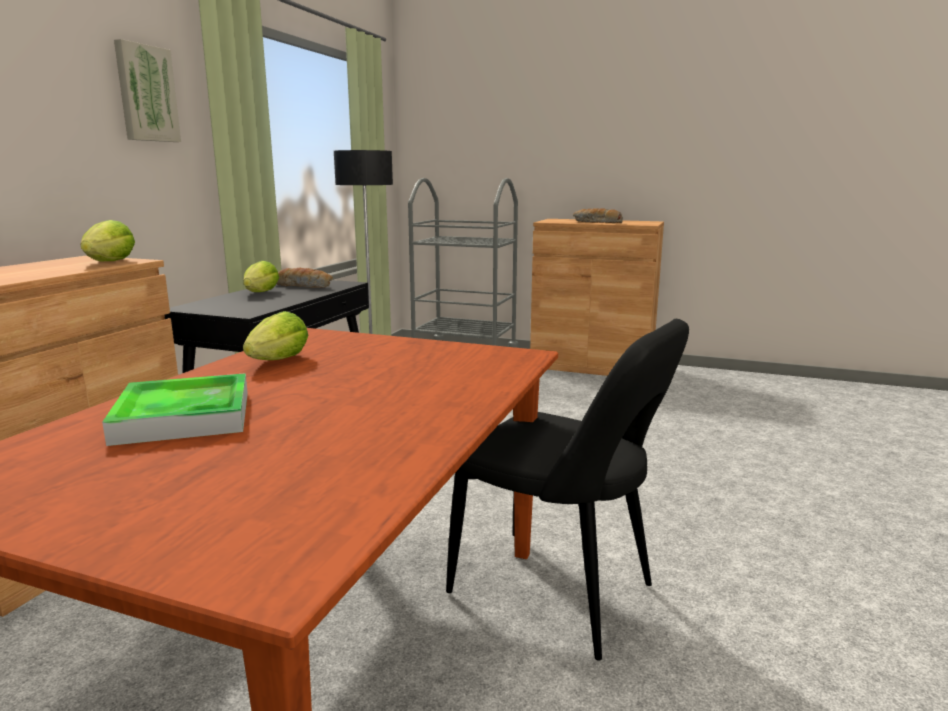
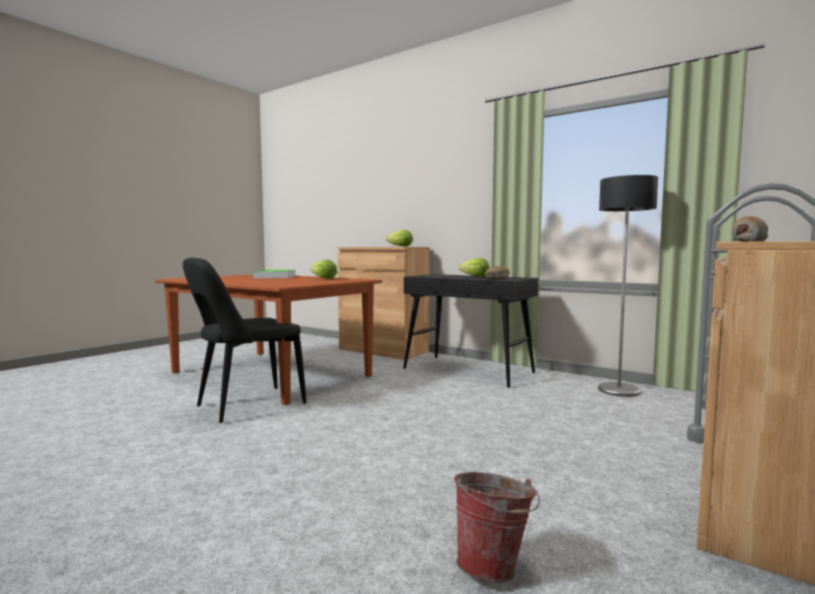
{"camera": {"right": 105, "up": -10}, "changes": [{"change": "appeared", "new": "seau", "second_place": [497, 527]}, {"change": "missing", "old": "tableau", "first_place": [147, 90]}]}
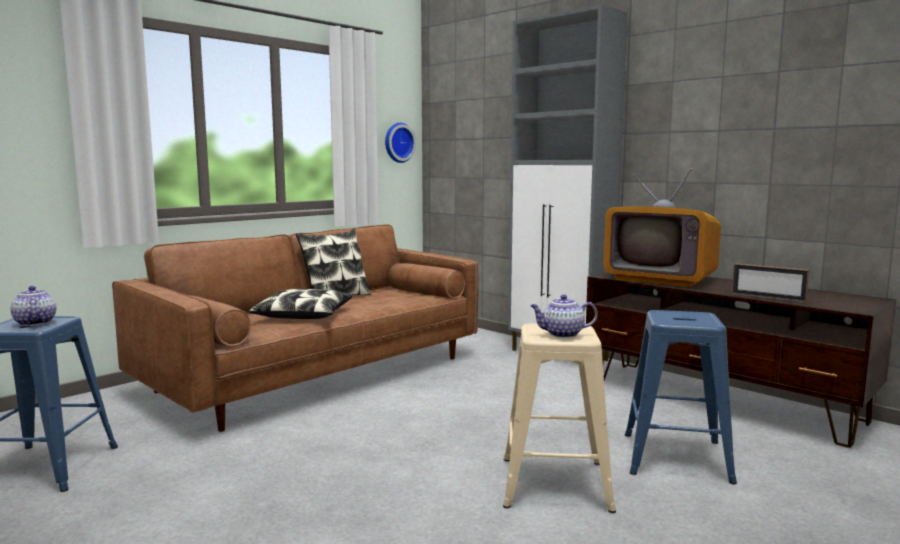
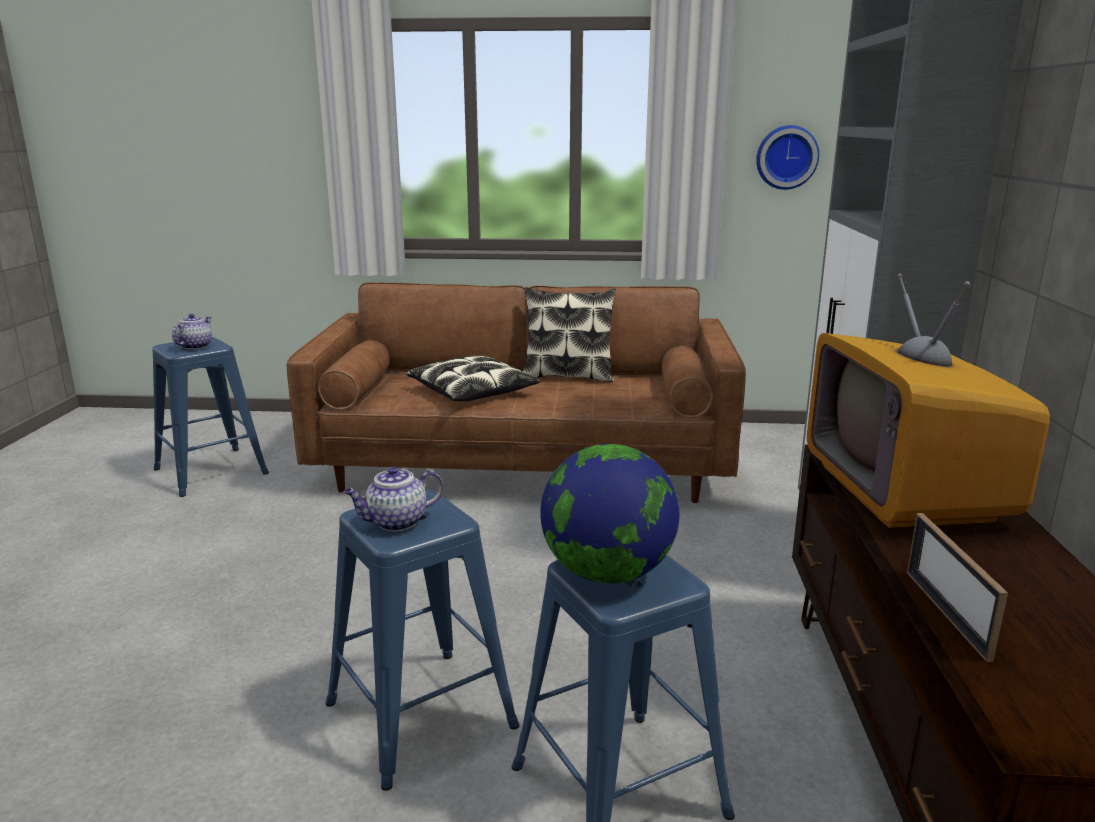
{"camera": {"right": 50, "up": 10}, "changes": [{"change": "colour", "old": "tabouret/beige", "new": "tabouret/bleu", "first_place": [559, 418], "second_place": [422, 640]}, {"change": "spun", "old": "théière", "first_place": [564, 316], "second_place": [393, 499], "degrees": -75}, {"change": "appeared", "new": "globe", "second_place": [609, 514]}]}
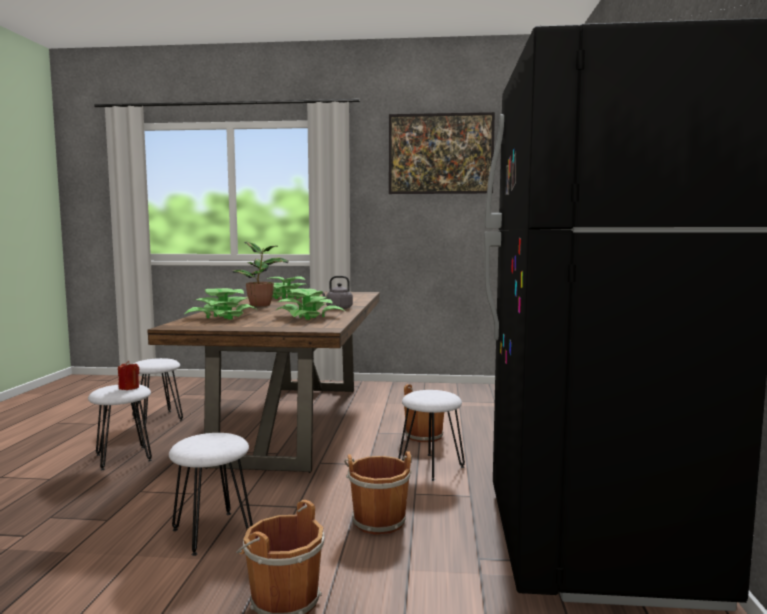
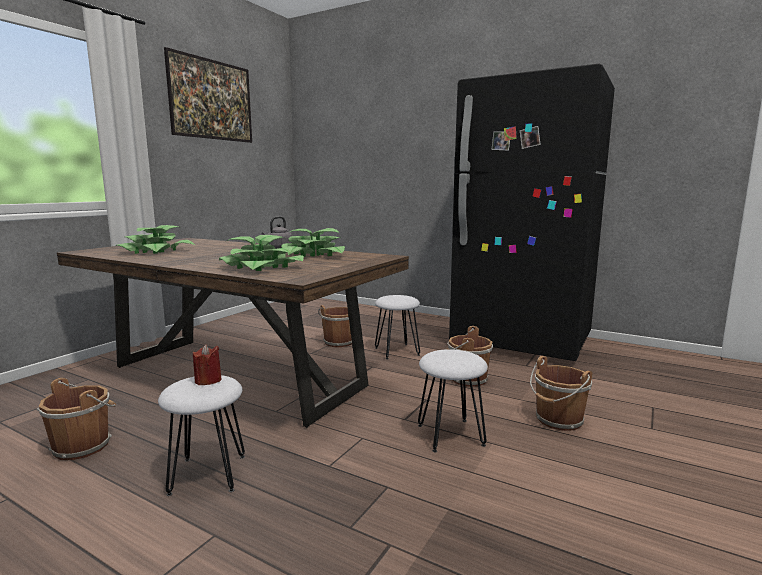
{"camera": {"right": -65, "up": 5}, "changes": [{"change": "exchanged", "old": "tabouret/blanc", "new": "seau/marron", "first_place": [157, 393], "second_place": [76, 419]}, {"change": "missing", "old": "plante en pot", "first_place": [260, 274]}]}
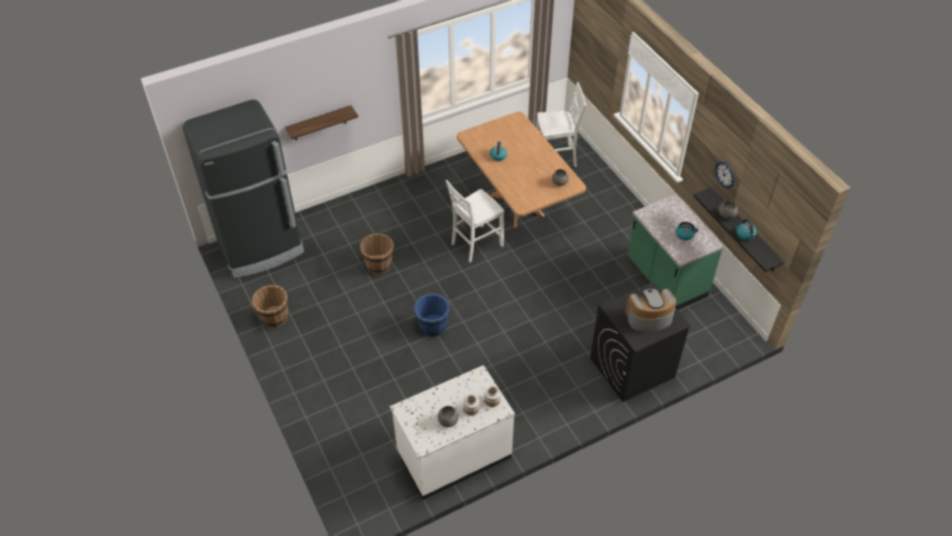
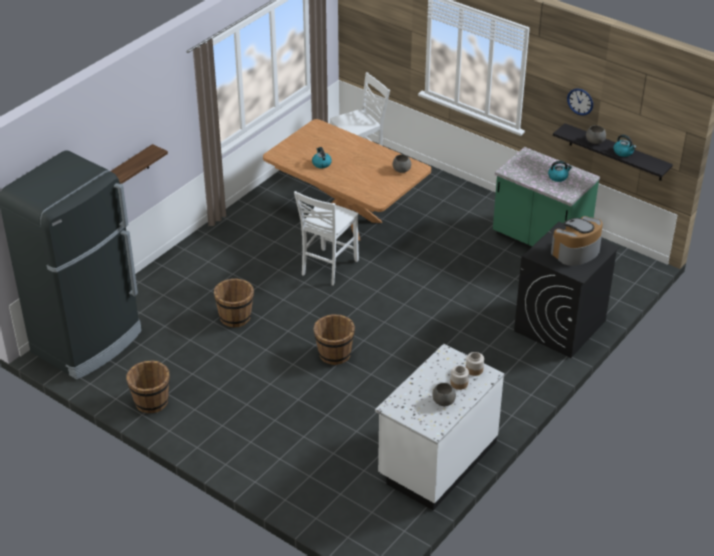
{"camera": {"right": -25, "up": -10}, "changes": [{"change": "colour", "old": "seau/bleu", "new": "seau/marron", "first_place": [432, 315], "second_place": [334, 339]}]}
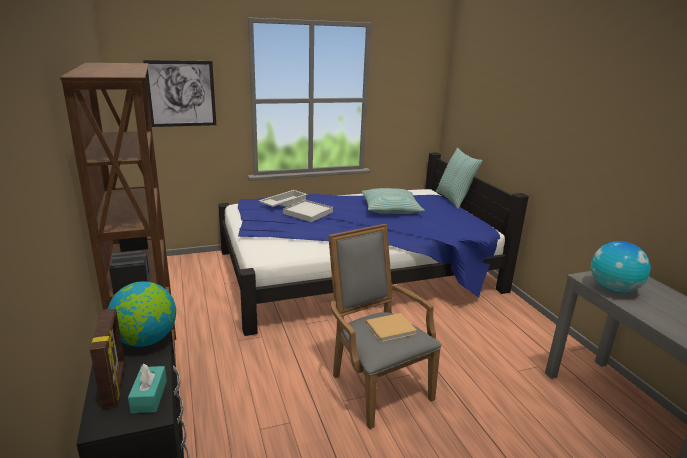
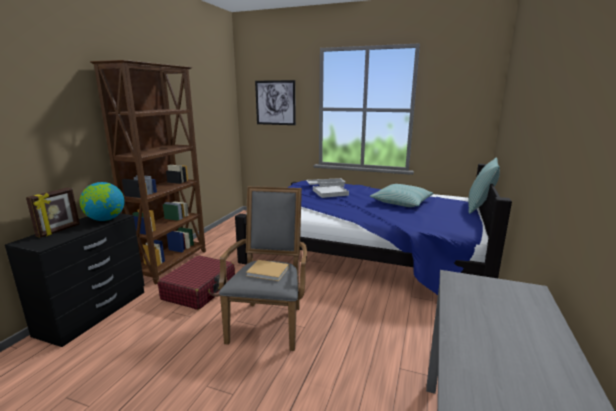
{"camera": {"right": 40, "up": -5}, "changes": [{"change": "appeared", "new": "valise/rouge", "second_place": [196, 282]}, {"change": "missing", "old": "boîte à mouchoirs/turquoise", "first_place": [147, 388]}, {"change": "missing", "old": "globe", "first_place": [620, 267]}]}
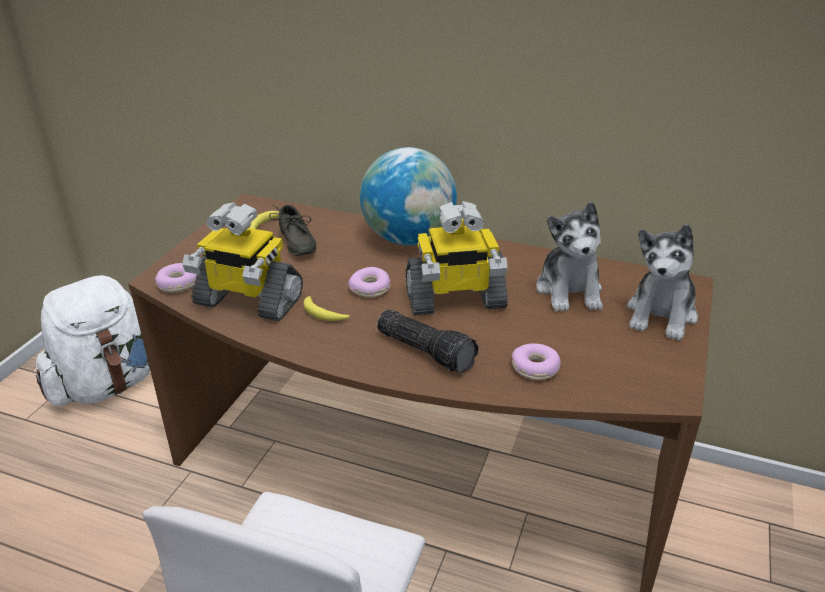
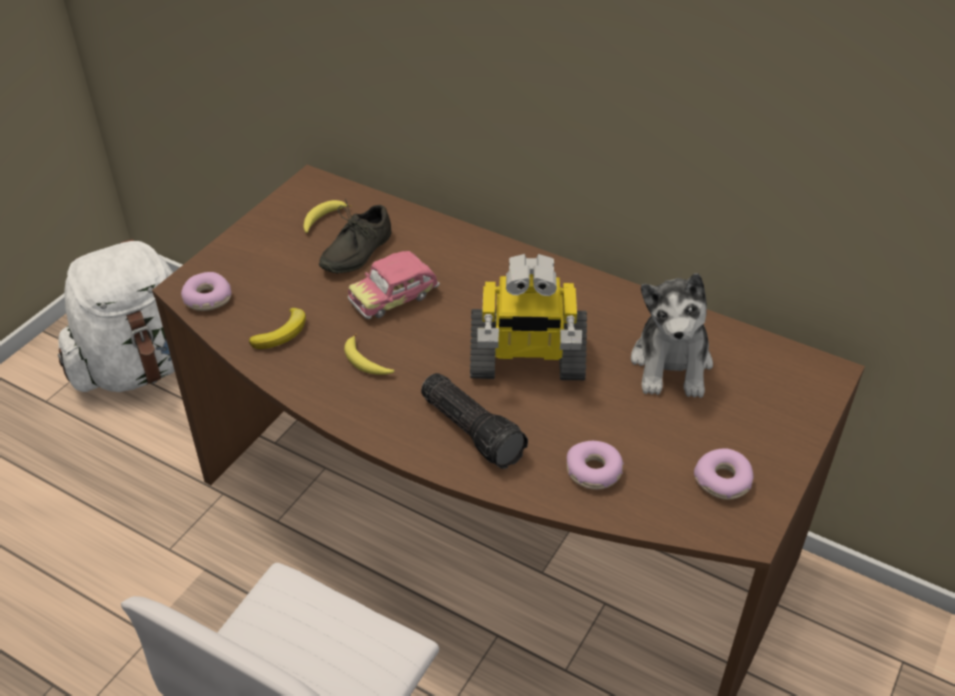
{"camera": {"right": 10, "up": 10}, "changes": [{"change": "exchanged", "old": "robot jouet", "new": "banane", "first_place": [242, 261], "second_place": [277, 328]}, {"change": "spun", "old": "chaussure/gris", "first_place": [292, 230], "second_place": [355, 236], "degrees": 45}, {"change": "appeared", "new": "petite voiture", "second_place": [394, 285]}, {"change": "relocated", "old": "beignet", "first_place": [369, 282], "second_place": [724, 474]}, {"change": "missing", "old": "globe", "first_place": [408, 196]}, {"change": "missing", "old": "peluche", "first_place": [662, 282]}]}
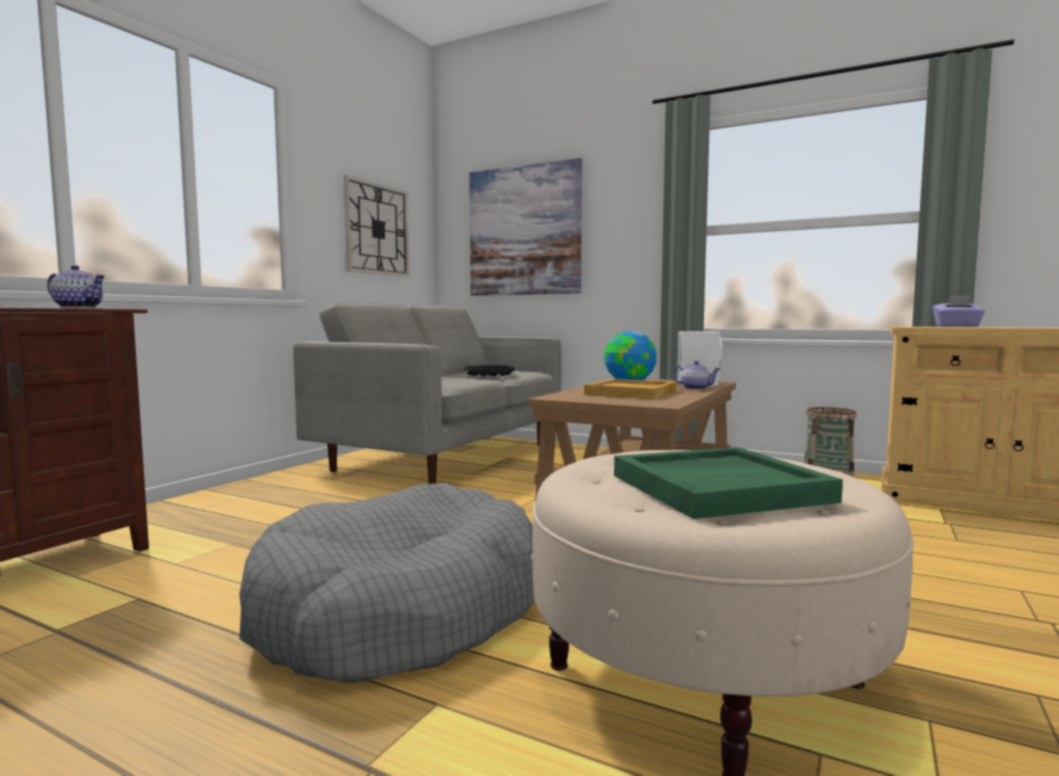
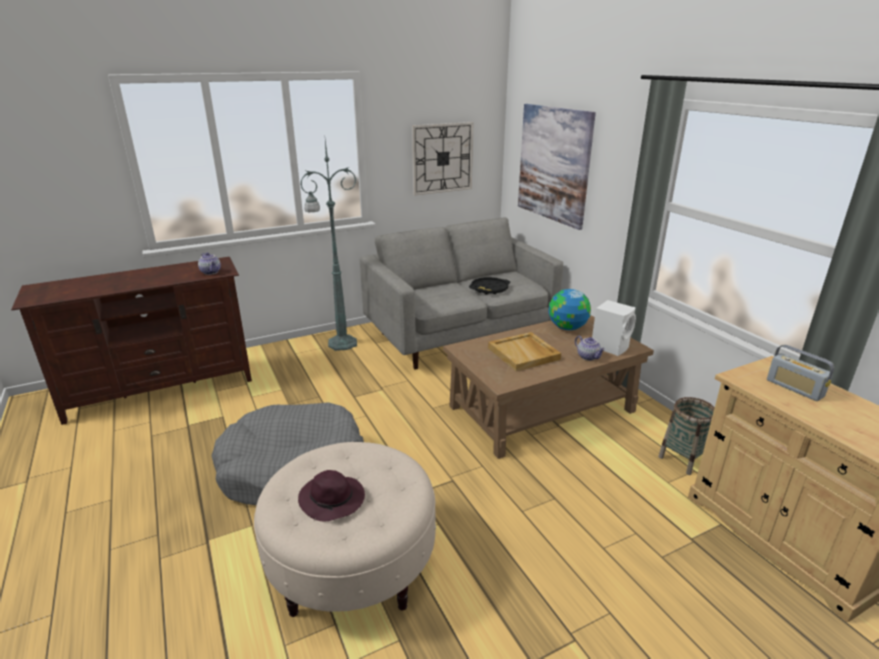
{"camera": {"right": 35, "up": 20}, "changes": [{"change": "exchanged", "old": "plateau/vert", "new": "chapeau/violet", "first_place": [728, 483], "second_place": [331, 495]}, {"change": "appeared", "new": "lampadaire/vert", "second_place": [328, 245]}, {"change": "exchanged", "old": "boîte à mouchoirs/violet", "new": "radio", "first_place": [959, 311], "second_place": [800, 373]}]}
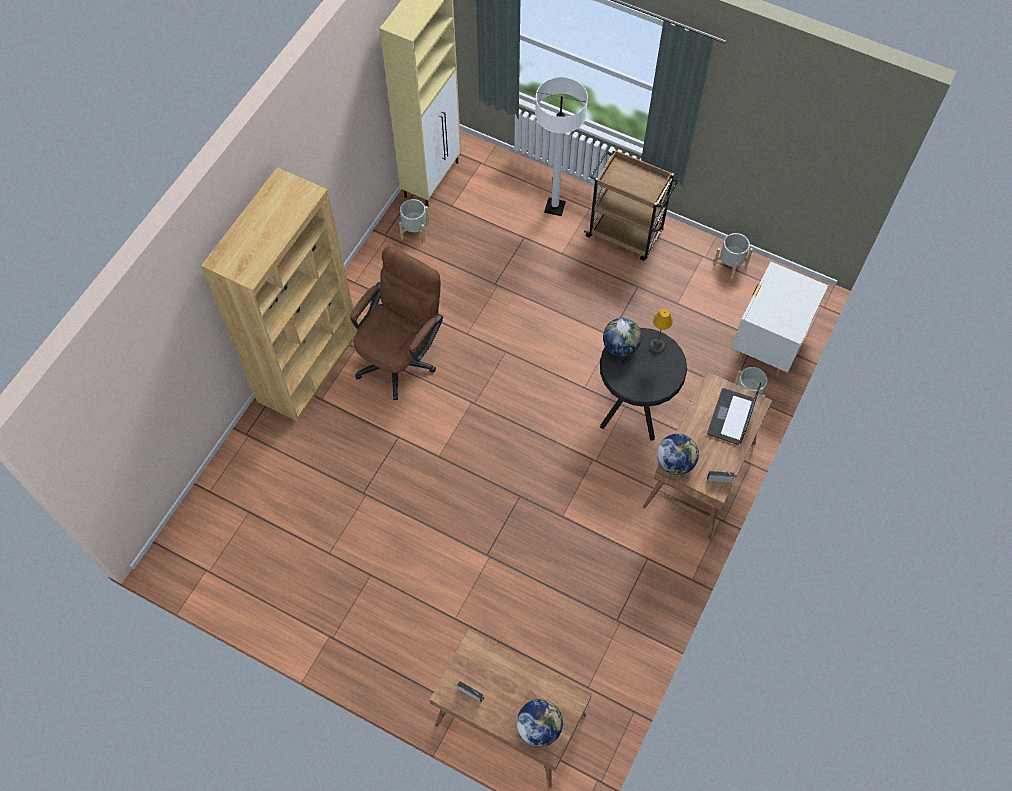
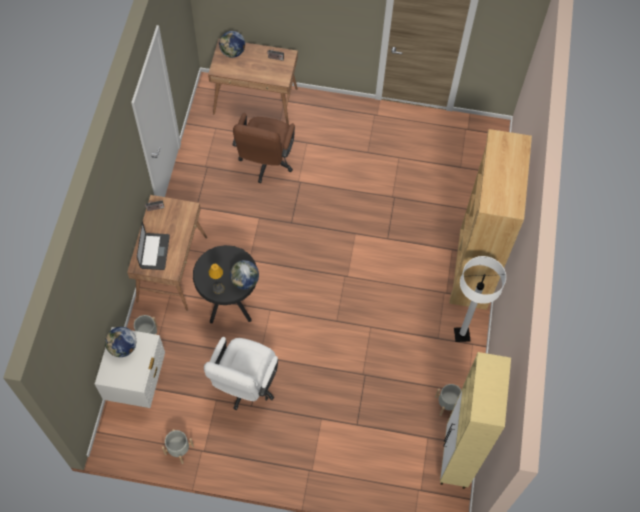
{"camera": {"right": 160, "up": 0}, "changes": [{"change": "relocated", "old": "globe", "first_place": [678, 454], "second_place": [120, 342]}, {"change": "appeared", "new": "chaise de bureau/blanc", "second_place": [241, 373]}, {"change": "relocated", "old": "chaise de bureau/marron", "first_place": [396, 323], "second_place": [263, 148]}, {"change": "relocated", "old": "lampadaire/blanc", "first_place": [561, 146], "second_place": [480, 299]}, {"change": "missing", "old": "chariot/marron", "first_place": [631, 205]}]}
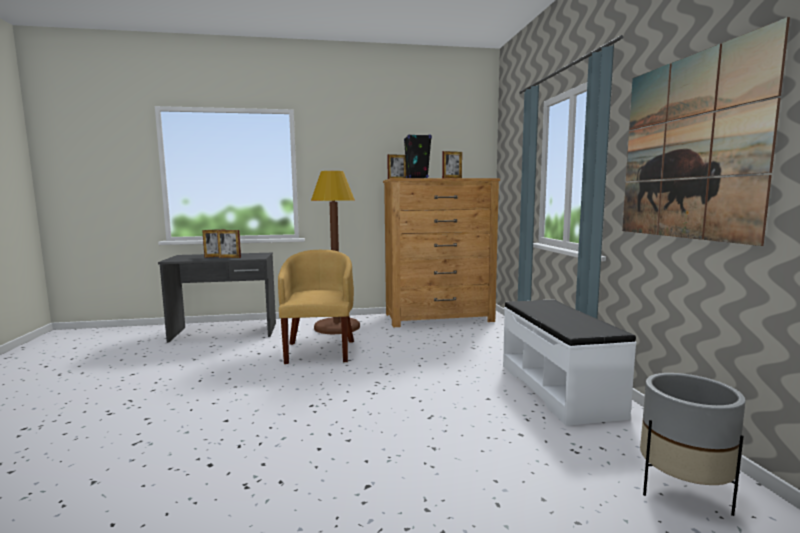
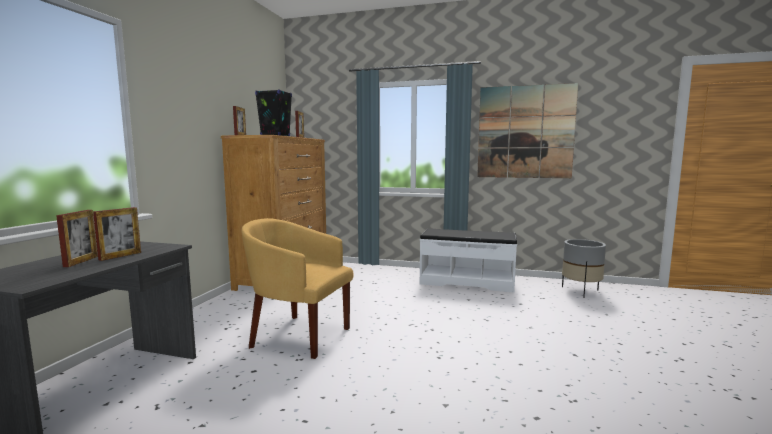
{"camera": {"right": -65, "up": 0}, "changes": [{"change": "missing", "old": "lampadaire/marron", "first_place": [335, 252]}]}
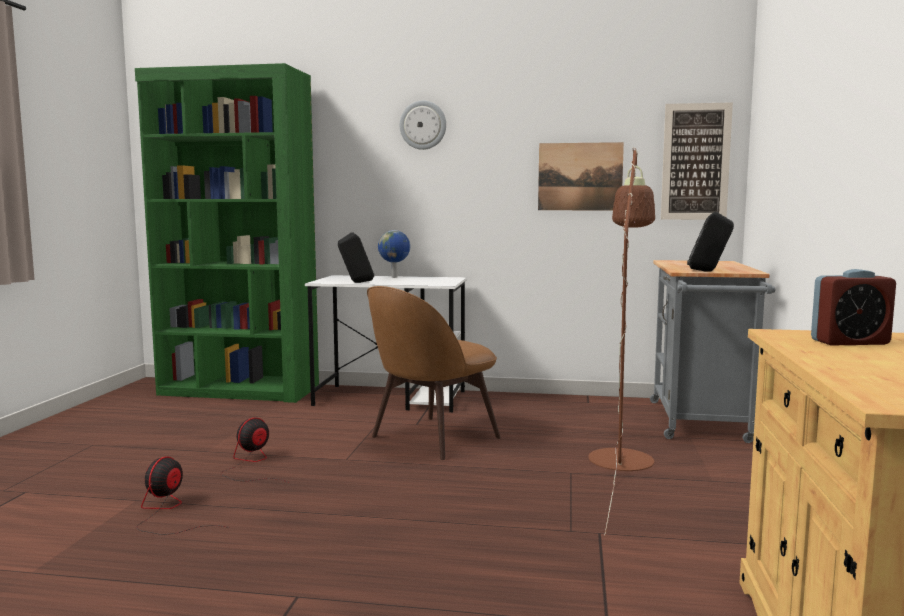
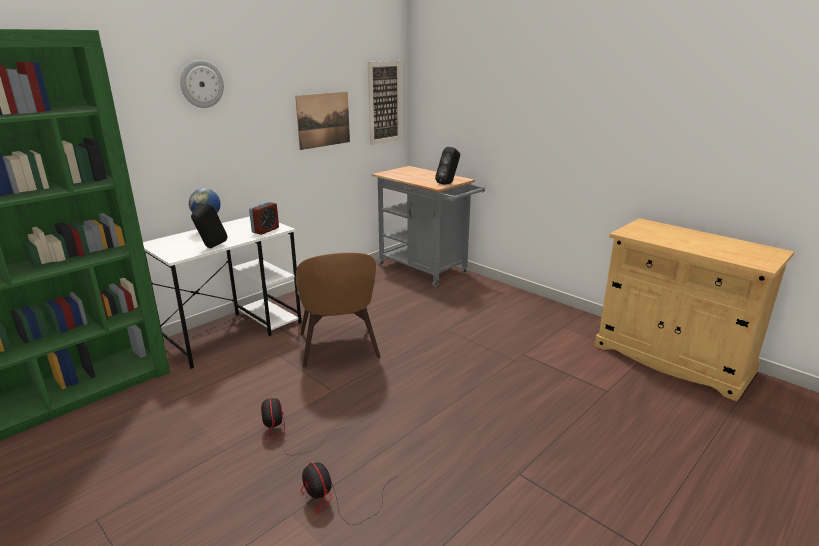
{"camera": {"right": -55, "up": 15}, "changes": [{"change": "relocated", "old": "réveil", "first_place": [853, 307], "second_place": [264, 218]}, {"change": "missing", "old": "lampadaire/marron", "first_place": [621, 342]}]}
